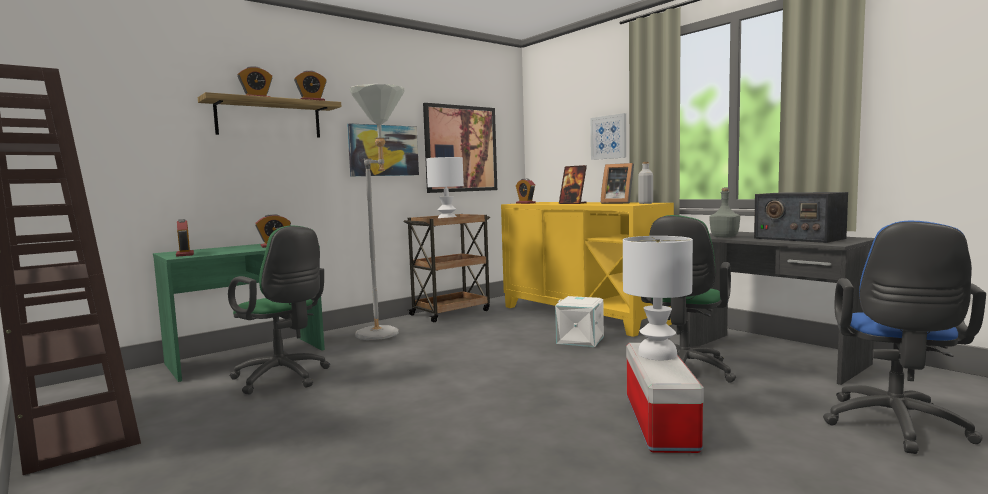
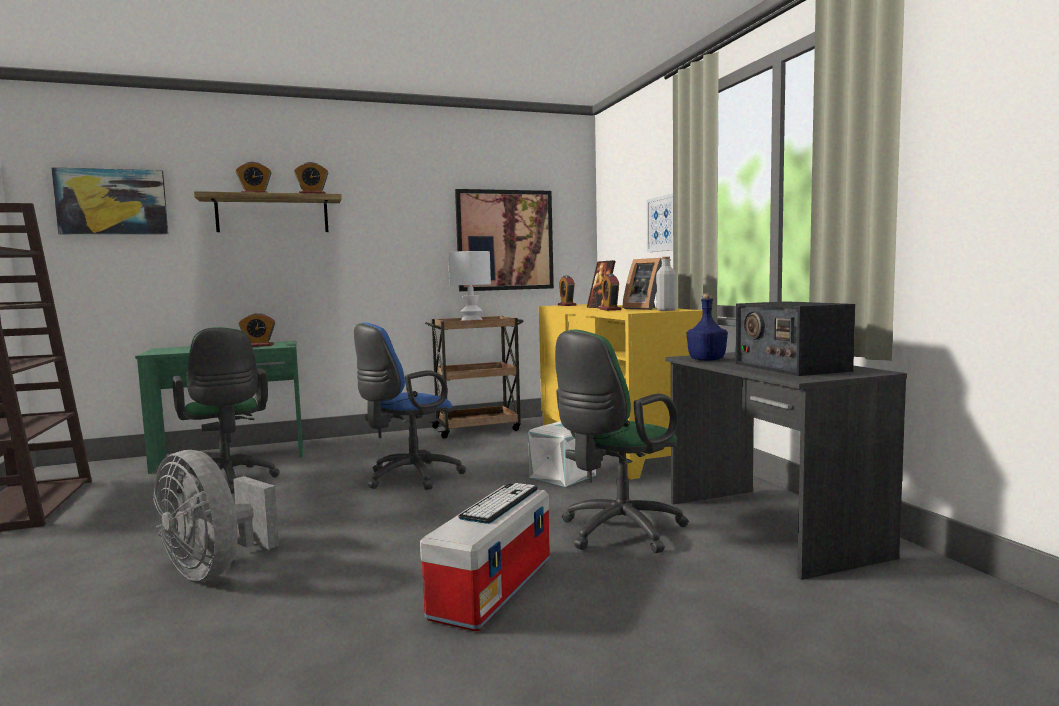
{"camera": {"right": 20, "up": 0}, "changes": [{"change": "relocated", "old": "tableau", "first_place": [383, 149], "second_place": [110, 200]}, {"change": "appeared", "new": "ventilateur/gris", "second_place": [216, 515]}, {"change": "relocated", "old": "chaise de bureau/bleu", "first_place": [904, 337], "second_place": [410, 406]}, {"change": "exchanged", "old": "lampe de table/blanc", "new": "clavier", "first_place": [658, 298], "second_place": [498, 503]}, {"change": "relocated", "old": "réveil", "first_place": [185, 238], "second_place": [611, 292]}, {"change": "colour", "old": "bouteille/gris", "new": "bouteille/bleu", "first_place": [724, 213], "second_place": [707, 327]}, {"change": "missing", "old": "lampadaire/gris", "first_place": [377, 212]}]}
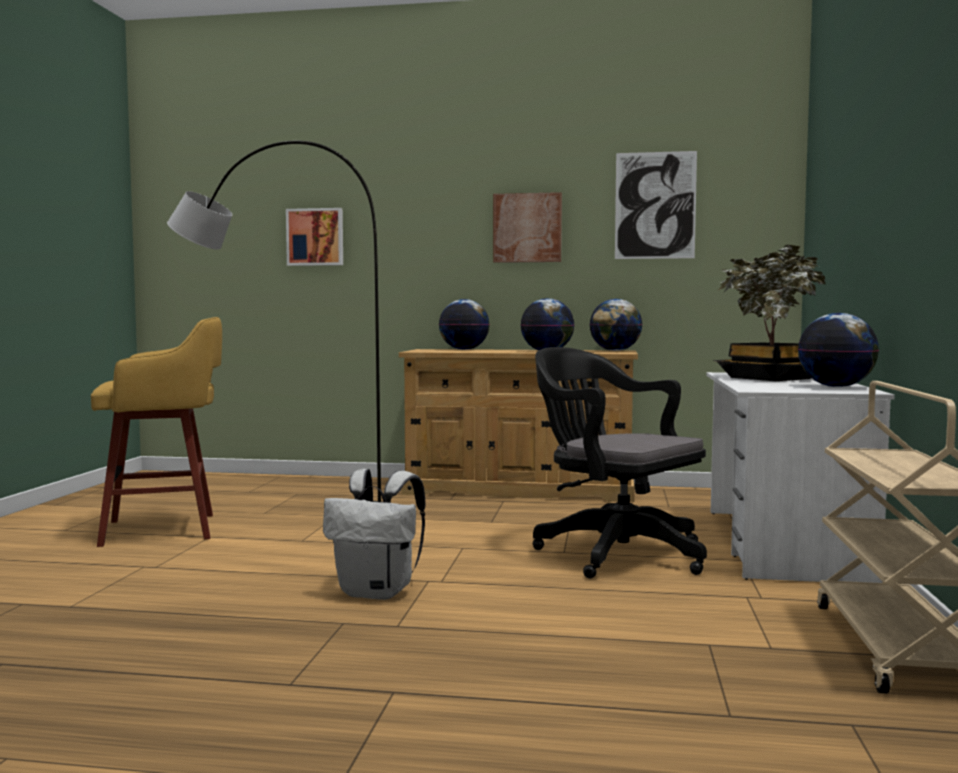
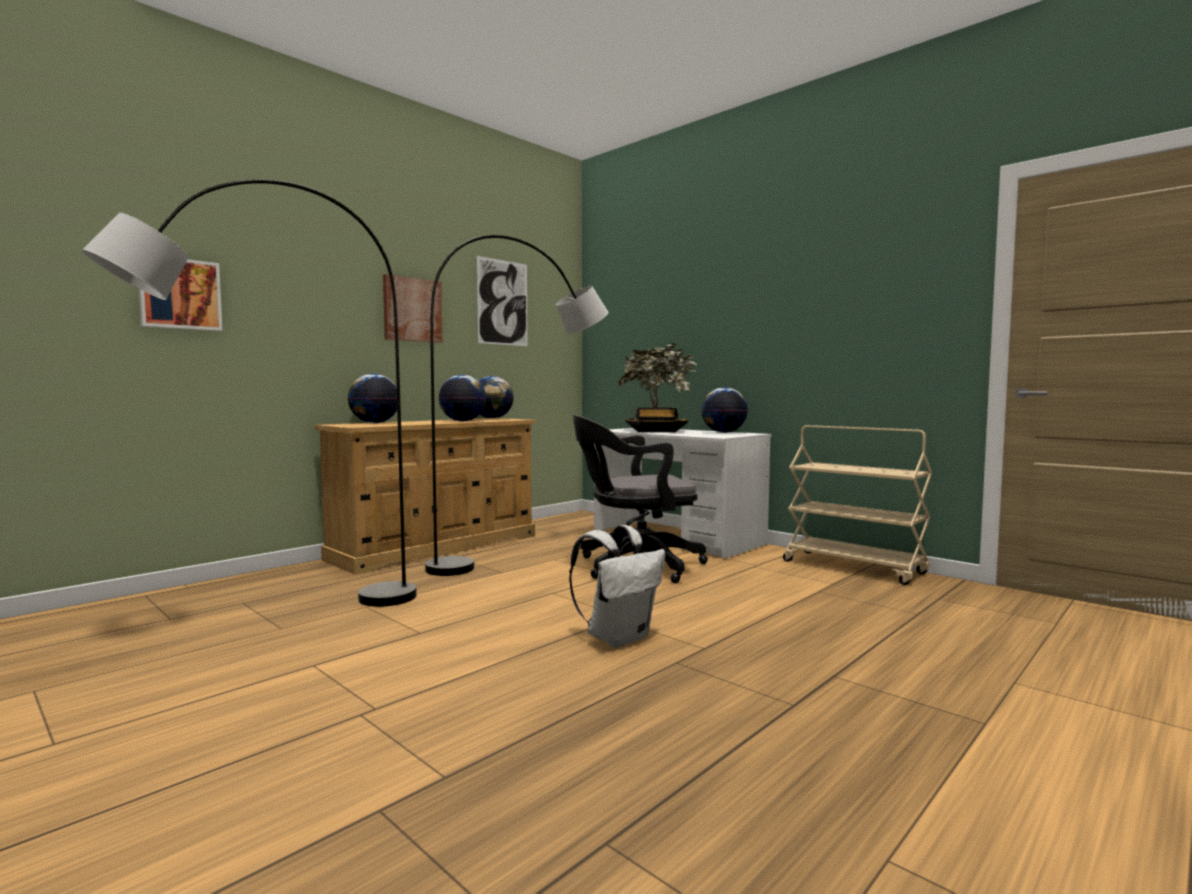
{"camera": {"right": -55, "up": 0}, "changes": [{"change": "appeared", "new": "lampadaire/gris", "second_place": [517, 405]}, {"change": "missing", "old": "tabouret/jaune", "first_place": [156, 432]}]}
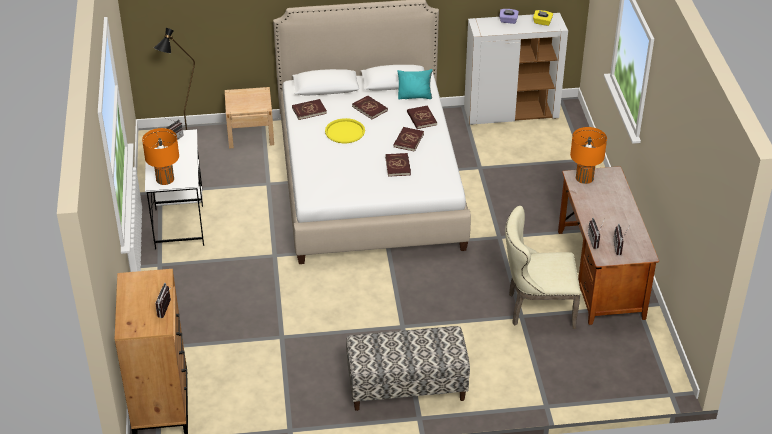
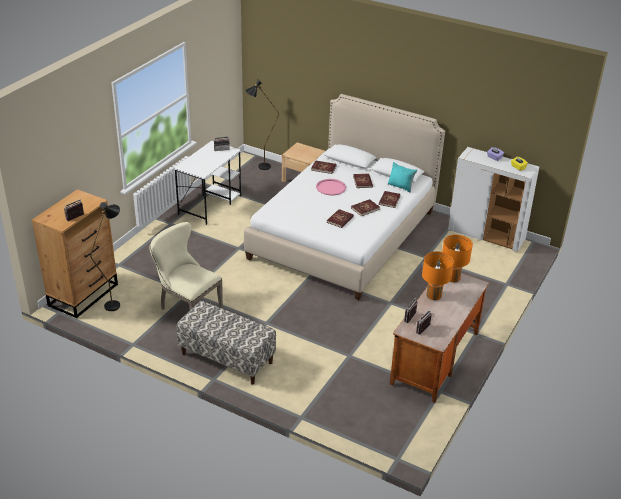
{"camera": {"right": 35, "up": -5}, "changes": [{"change": "appeared", "new": "lampadaire/noir", "second_place": [105, 256]}, {"change": "relocated", "old": "chaise/beige", "first_place": [543, 267], "second_place": [186, 266]}, {"change": "colour", "old": "plateau/jaune", "new": "plateau/rose", "first_place": [345, 130], "second_place": [331, 187]}, {"change": "relocated", "old": "lampe de table/orange", "first_place": [160, 156], "second_place": [438, 275]}]}
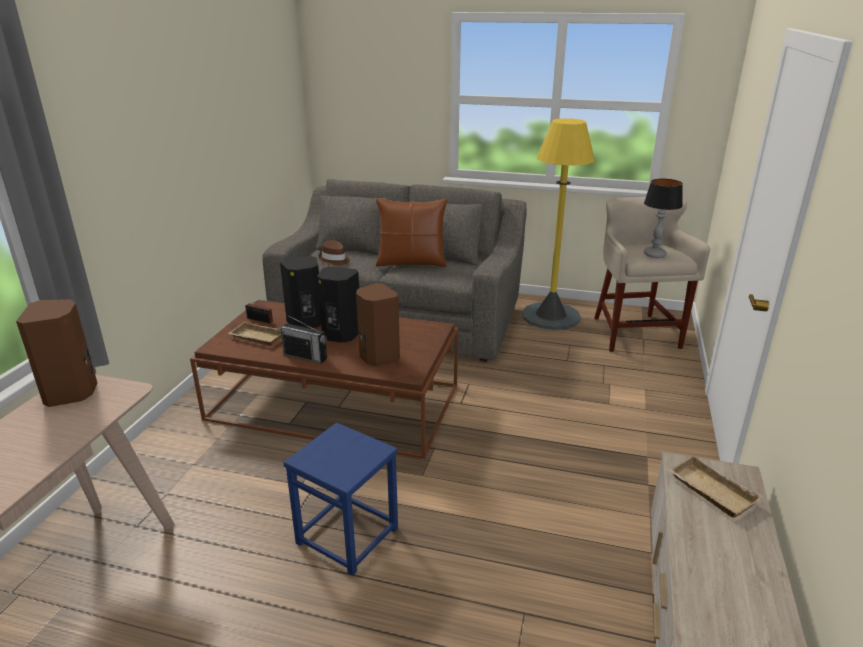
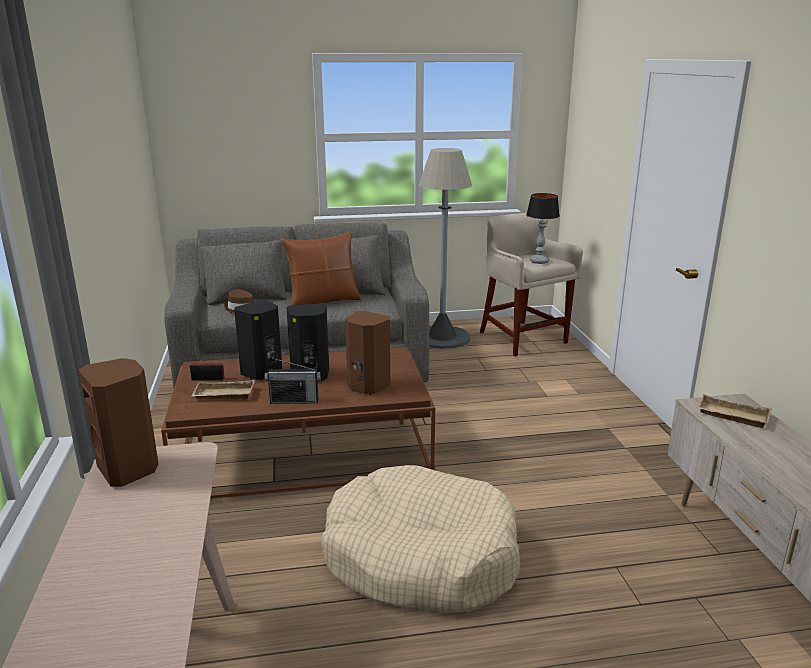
{"camera": {"right": -25, "up": -5}, "changes": [{"change": "exchanged", "old": "tabouret/bleu", "new": "panier pour chien/beige", "first_place": [340, 499], "second_place": [420, 538]}, {"change": "colour", "old": "lampadaire/jaune", "new": "lampadaire/gris", "first_place": [558, 224], "second_place": [445, 248]}]}
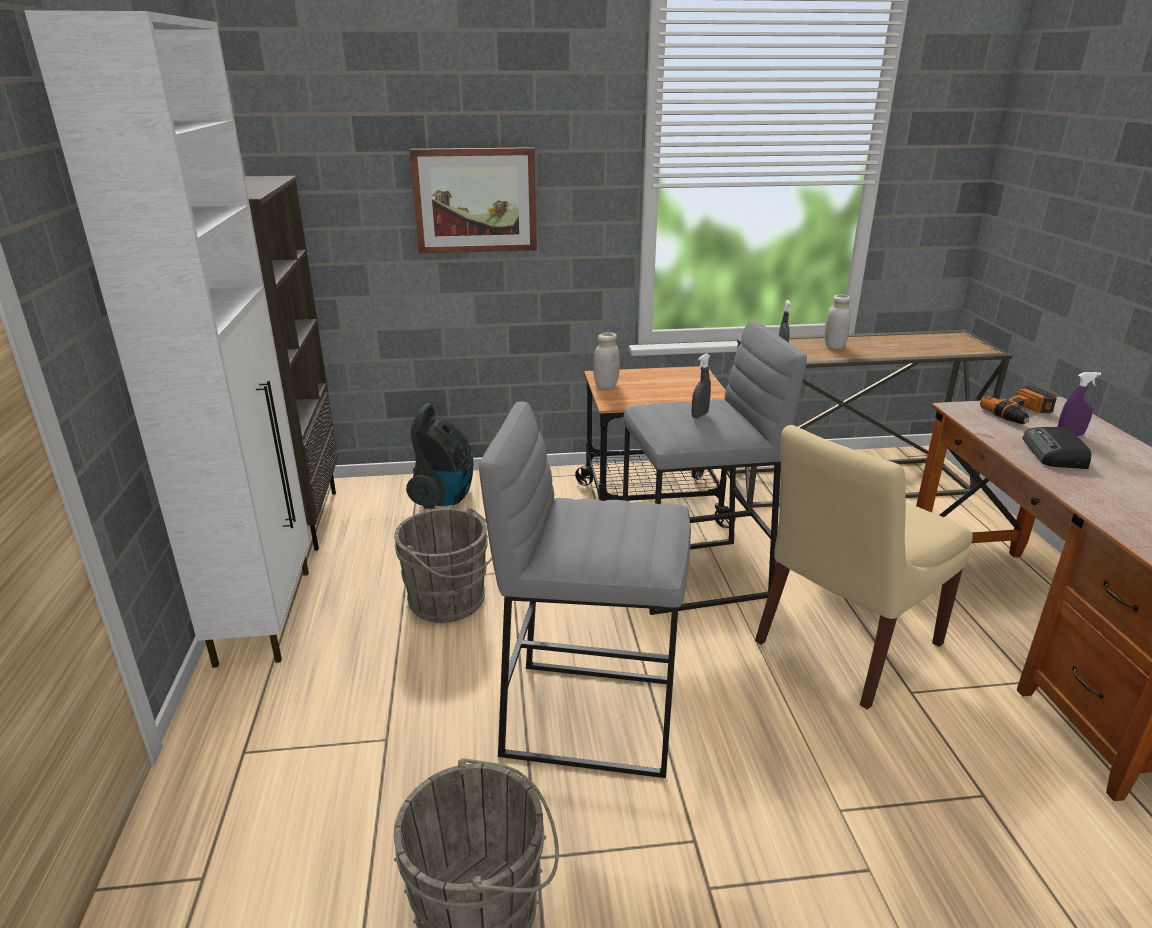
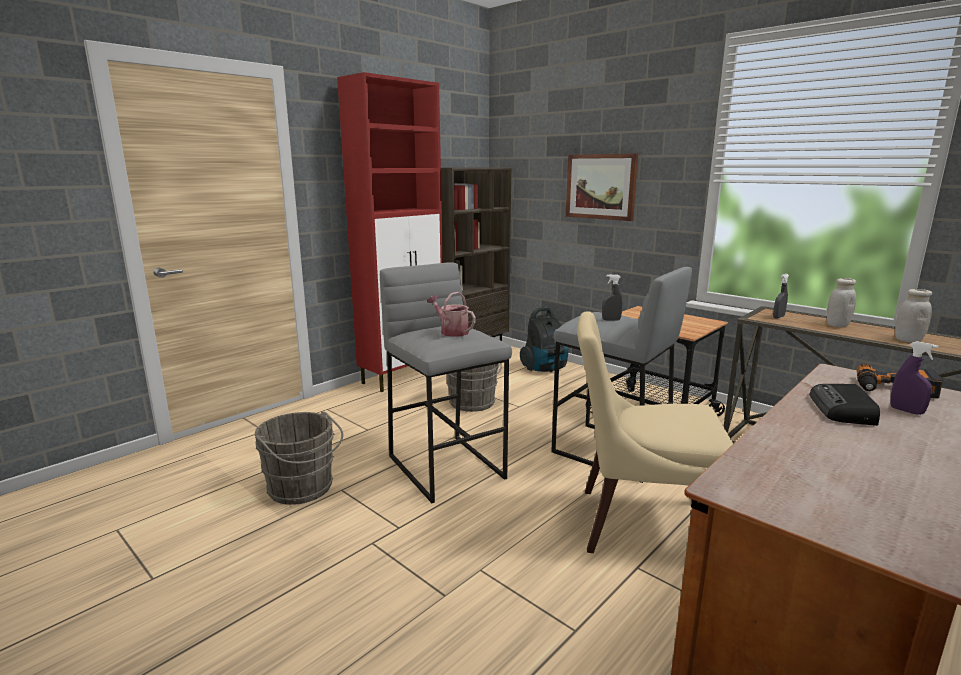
{"camera": {"right": 50, "up": -10}, "changes": [{"change": "colour", "old": "meuble de rangement/blanc", "new": "meuble de rangement/rouge", "first_place": [167, 339], "second_place": [390, 232]}, {"change": "appeared", "new": "arrosoir", "second_place": [451, 314]}, {"change": "spun", "old": "radio", "first_place": [1056, 448], "second_place": [844, 405], "degrees": -45}, {"change": "relocated", "old": "bocal/blanc", "first_place": [606, 360], "second_place": [913, 316]}]}
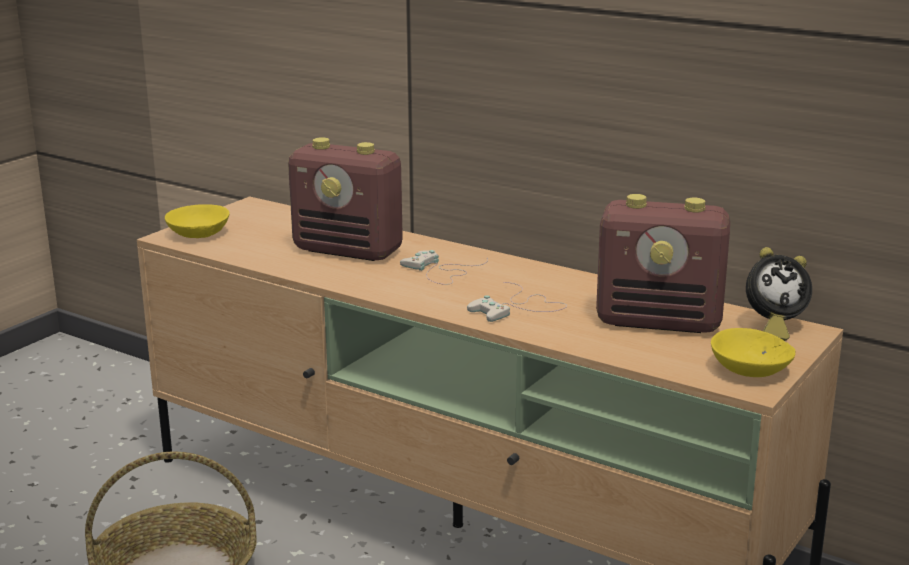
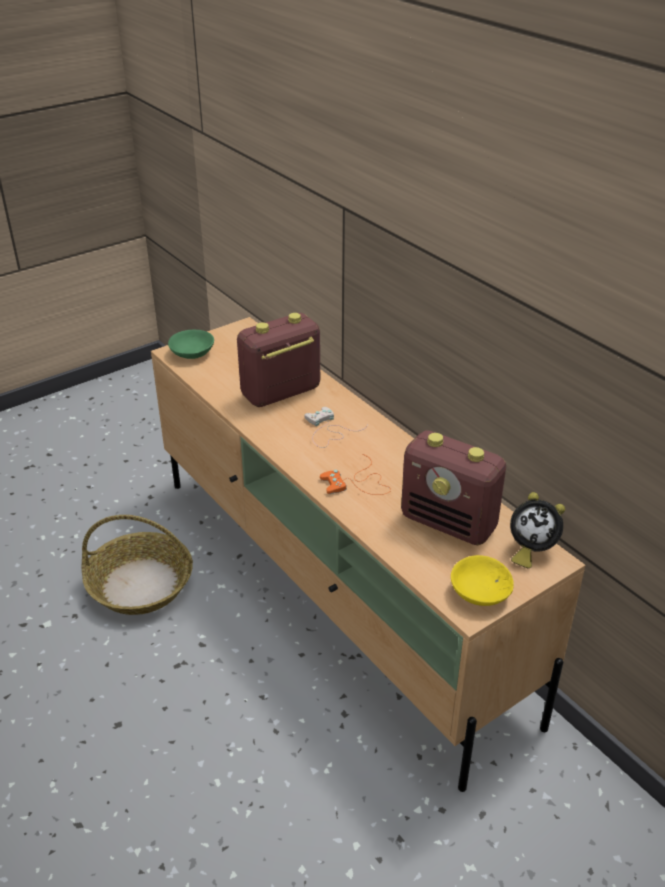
{"camera": {"right": 20, "up": 15}, "changes": [{"change": "colour", "old": "bol/jaune", "new": "bol/vert", "first_place": [197, 221], "second_place": [191, 344]}, {"change": "spun", "old": "radio", "first_place": [345, 199], "second_place": [278, 360], "degrees": 105}, {"change": "colour", "old": "manette/blanc", "new": "manette/orange", "first_place": [517, 302], "second_place": [355, 474]}]}
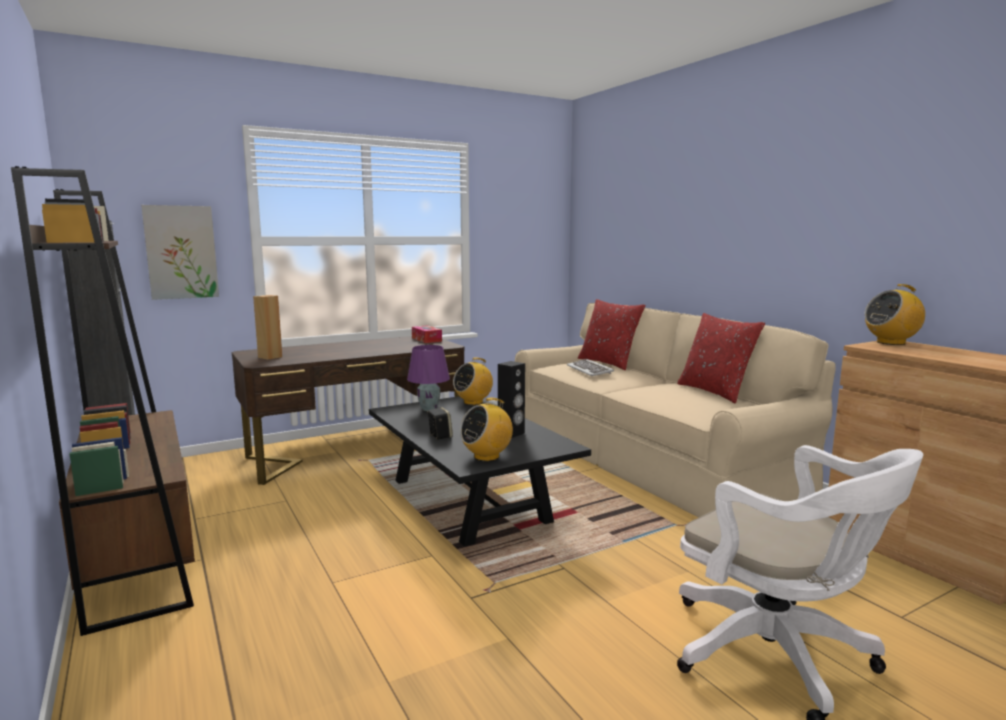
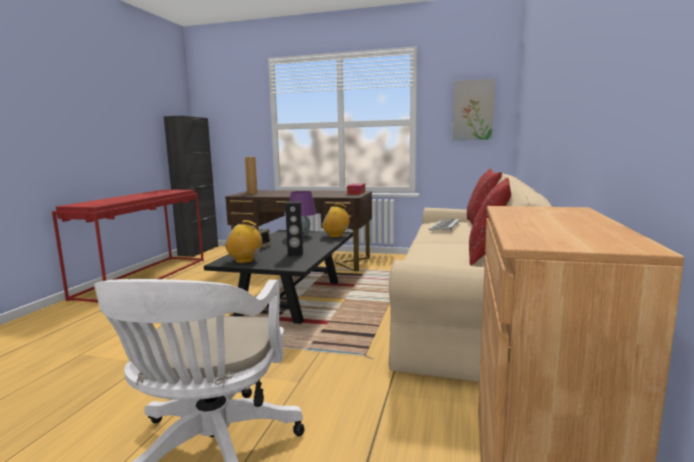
{"camera": {"right": 45, "up": 0}, "changes": [{"change": "exchanged", "old": "bibliothèque/marron", "new": "table console/rouge", "first_place": [103, 401], "second_place": [128, 246]}, {"change": "relocated", "old": "tableau", "first_place": [180, 252], "second_place": [473, 109]}, {"change": "missing", "old": "radio", "first_place": [894, 314]}]}
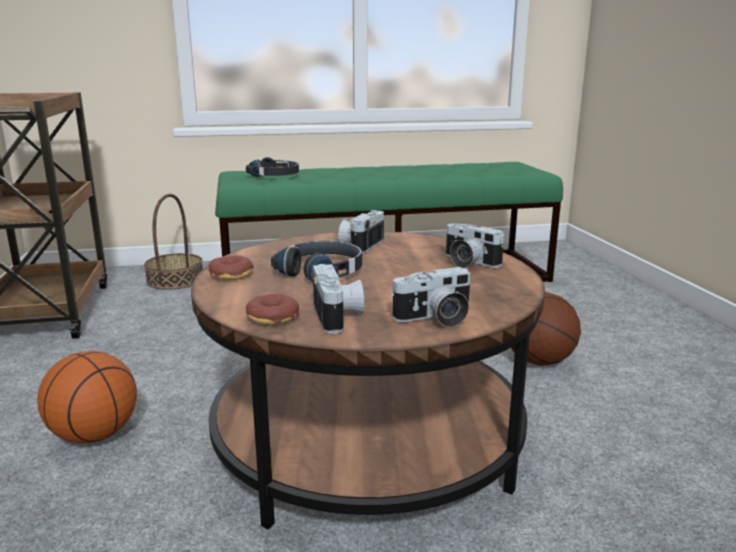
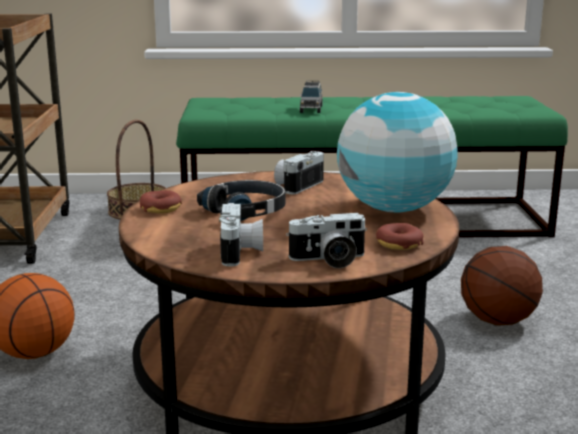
{"camera": {"right": 10, "up": 0}, "changes": [{"change": "appeared", "new": "petite voiture/gris", "second_place": [311, 97]}, {"change": "exchanged", "old": "appareil photo", "new": "globe", "first_place": [475, 245], "second_place": [397, 152]}, {"change": "relocated", "old": "beignet", "first_place": [272, 309], "second_place": [400, 236]}, {"change": "missing", "old": "casque audio/noir", "first_place": [272, 167]}]}
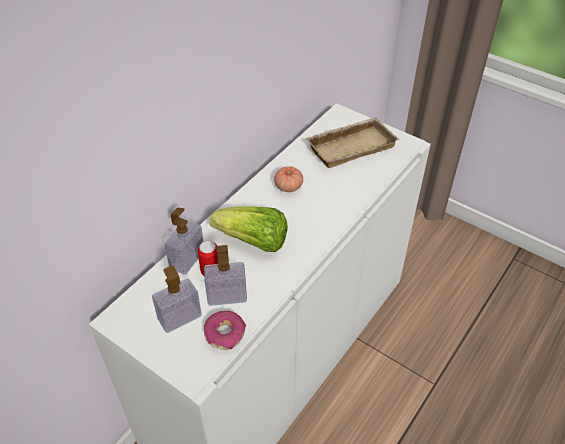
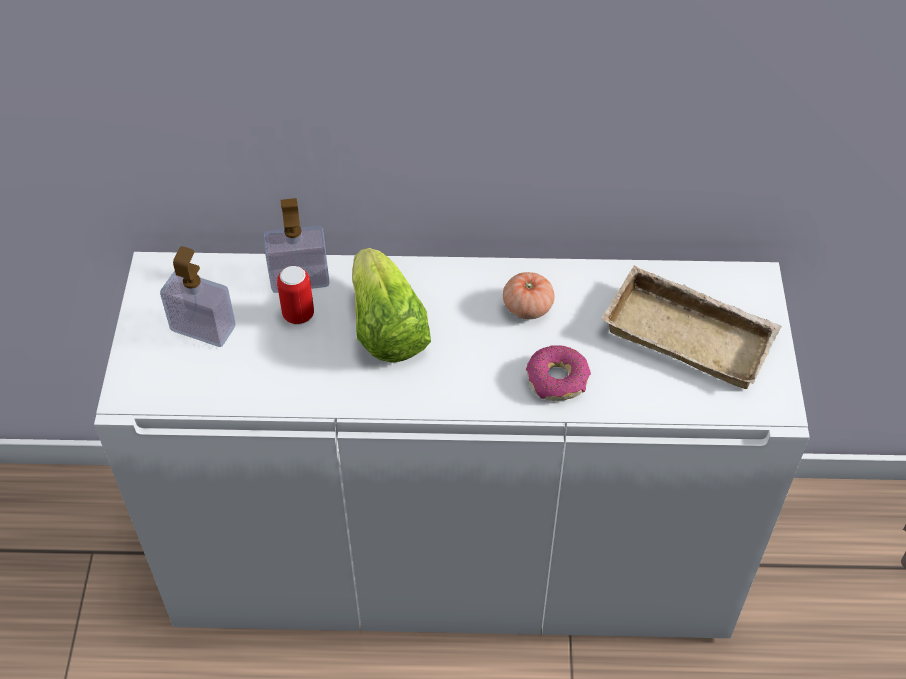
{"camera": {"right": 55, "up": 5}, "changes": [{"change": "relocated", "old": "beignet", "first_place": [225, 330], "second_place": [558, 373]}, {"change": "missing", "old": "distributeur de savon", "first_place": [225, 275]}]}
